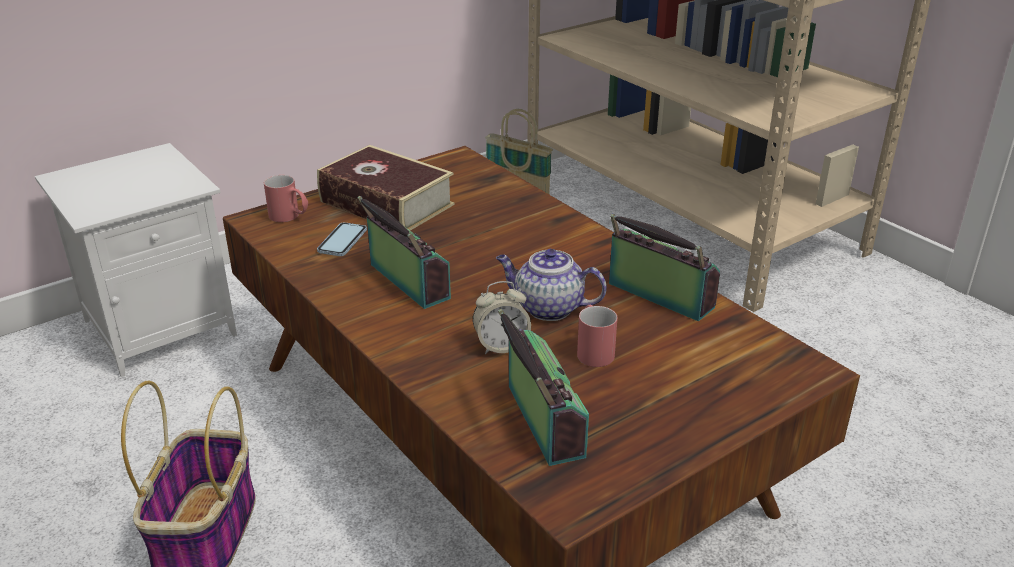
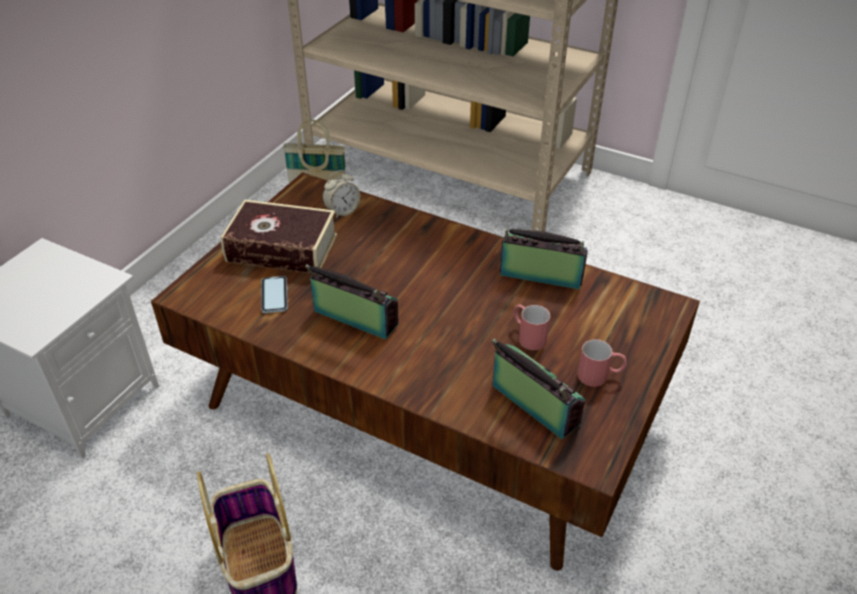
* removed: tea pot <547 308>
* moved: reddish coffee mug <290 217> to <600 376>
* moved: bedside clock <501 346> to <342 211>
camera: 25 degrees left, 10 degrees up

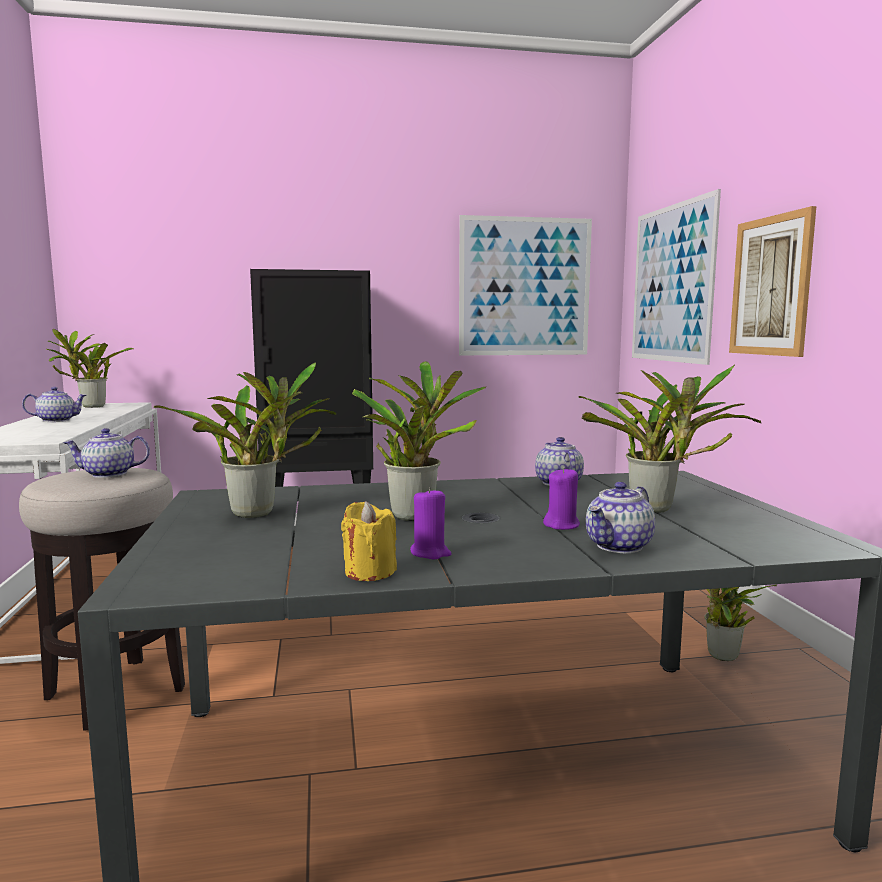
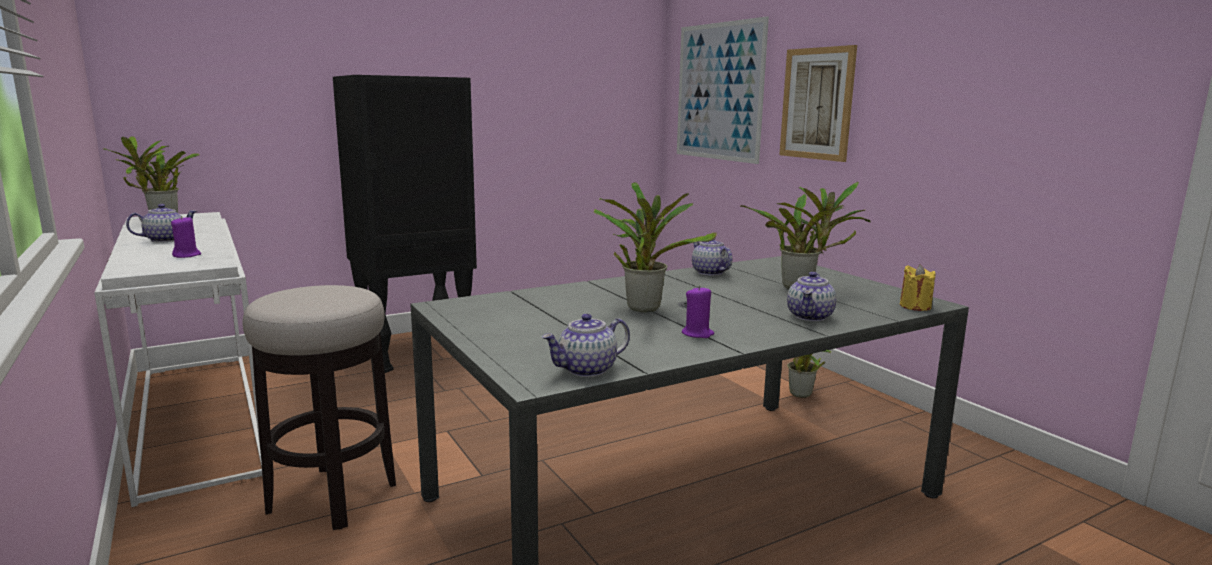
* removed: potted plant <259 513>
* removed: wall picture <525 287>
* moved: tea pot <108 474> to <587 370>
* moved: yellow candle <369 572> to <915 306>
* moved: purple candle <562 525> to <187 255>
camera: 20 degrees left, 5 degrees up

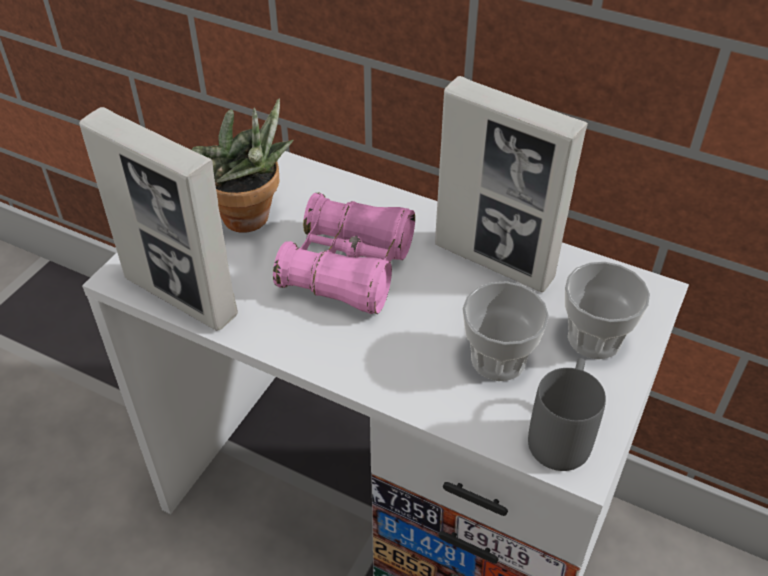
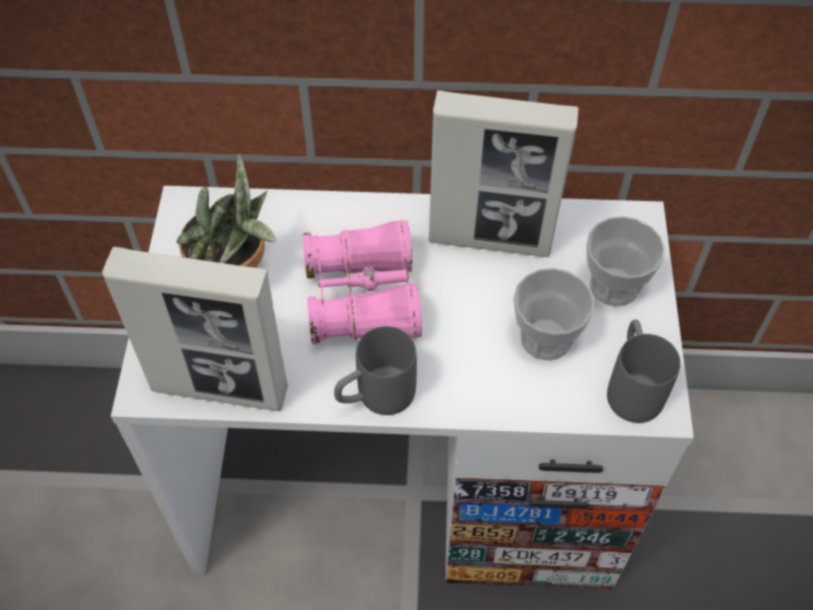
* added: gray coffee mug <375 397>
camera: 25 degrees left, 10 degrees up

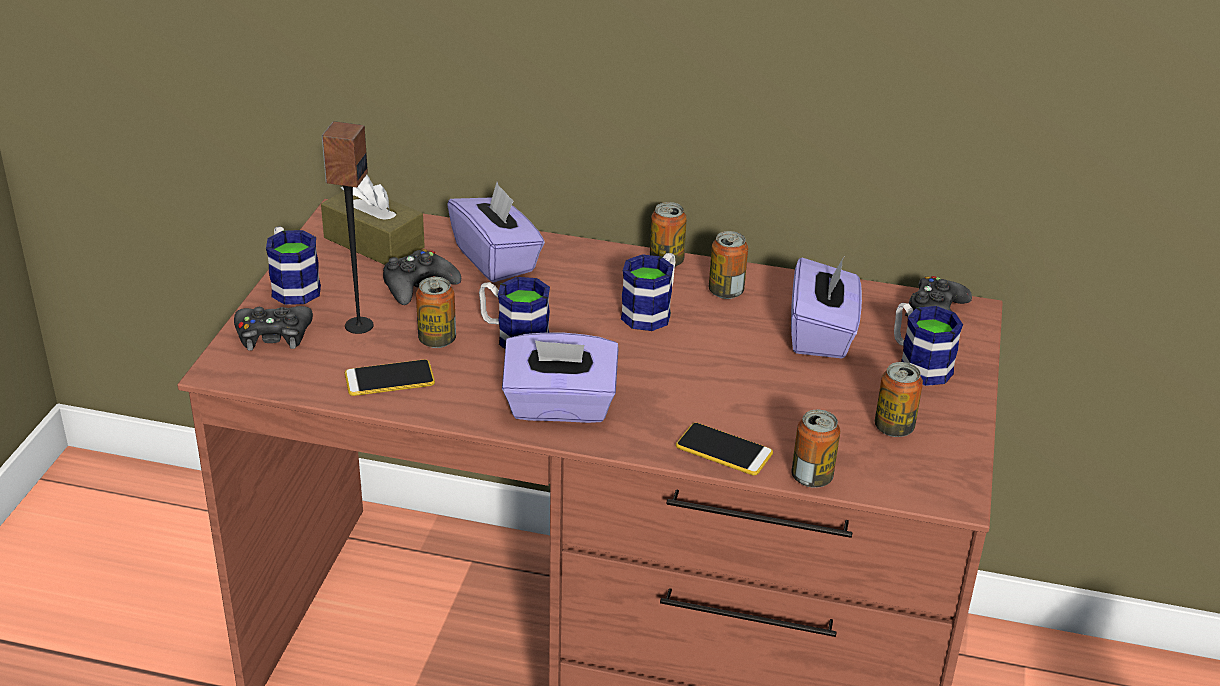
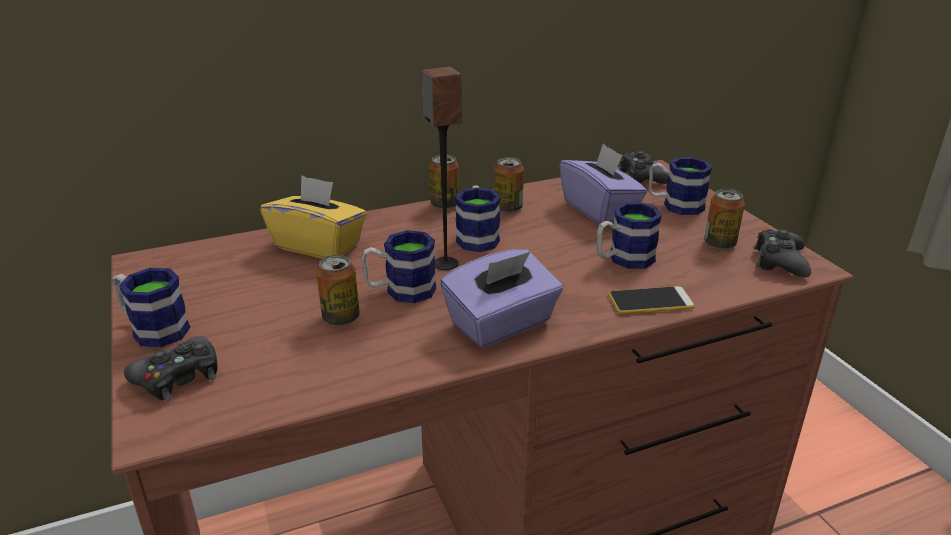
* removed: brown-coloured box of tissues <374 243>
* removed: phone <389 379>
* removed: can <812 477>
* added: coffee mug <623 259>
* moved: audio speaker <358 325> to <445 264>
* moved: black-coloured gamepad <418 286> to <779 261>
* recoloured: purple box of tissues <496 259> to yellow box of tissues <318 245>
camera: 35 degrees left, 5 degrees down

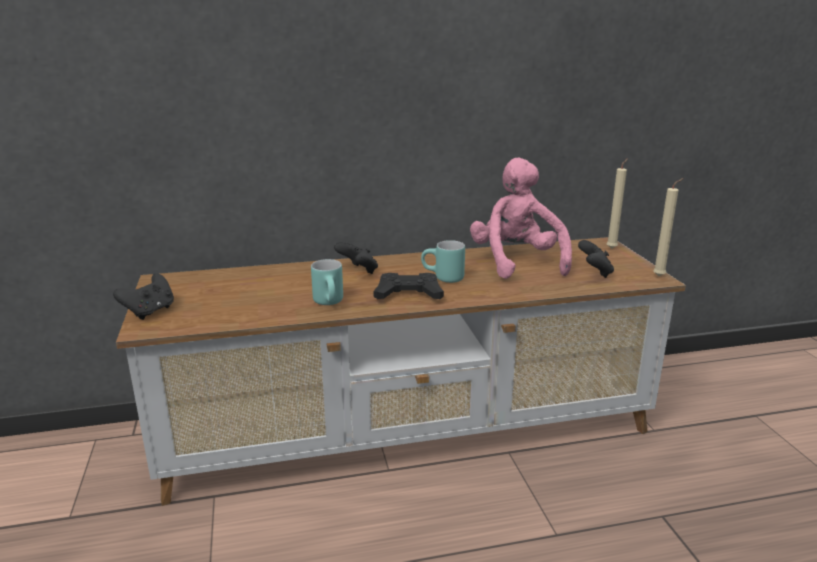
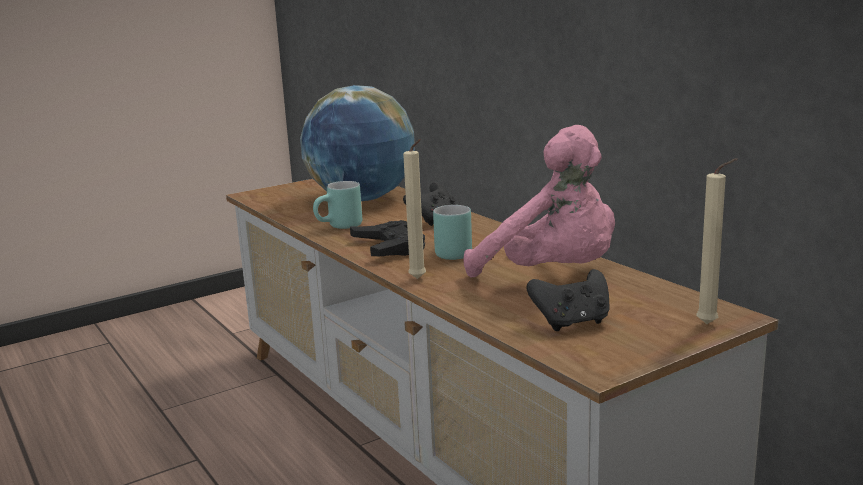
* removed: black-coloured gamepad <150 312>
* added: desk globe <362 199>
* moved: beige candle <660 276> to <419 279>
* turned: pink-coloured soft toy <516 262> = <553 276> 75 degrees clockwise
camera: 70 degrees right, 5 degrees down

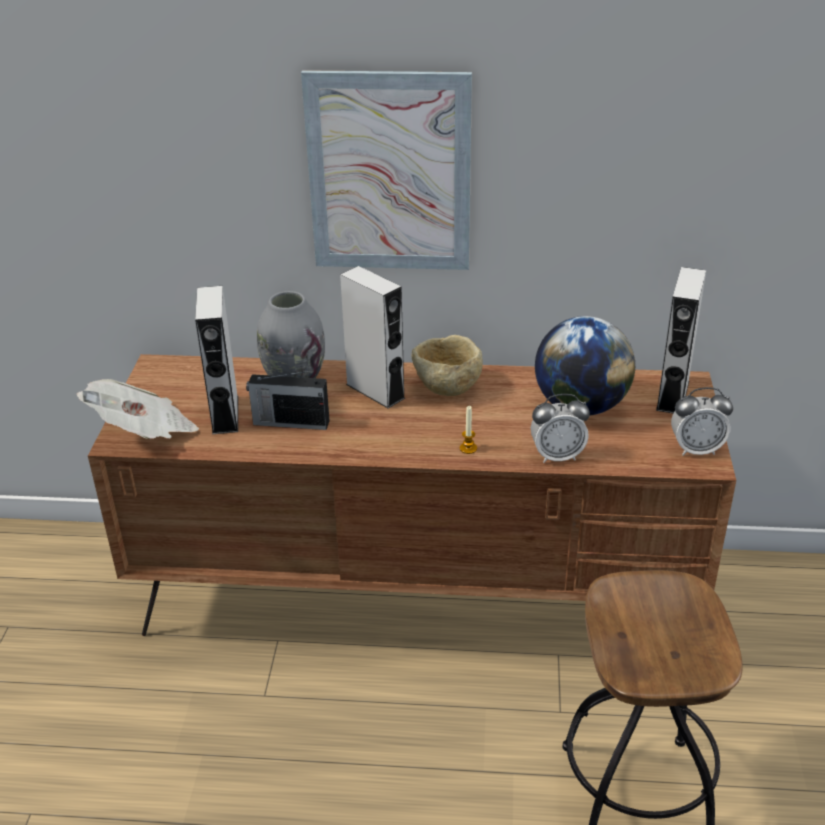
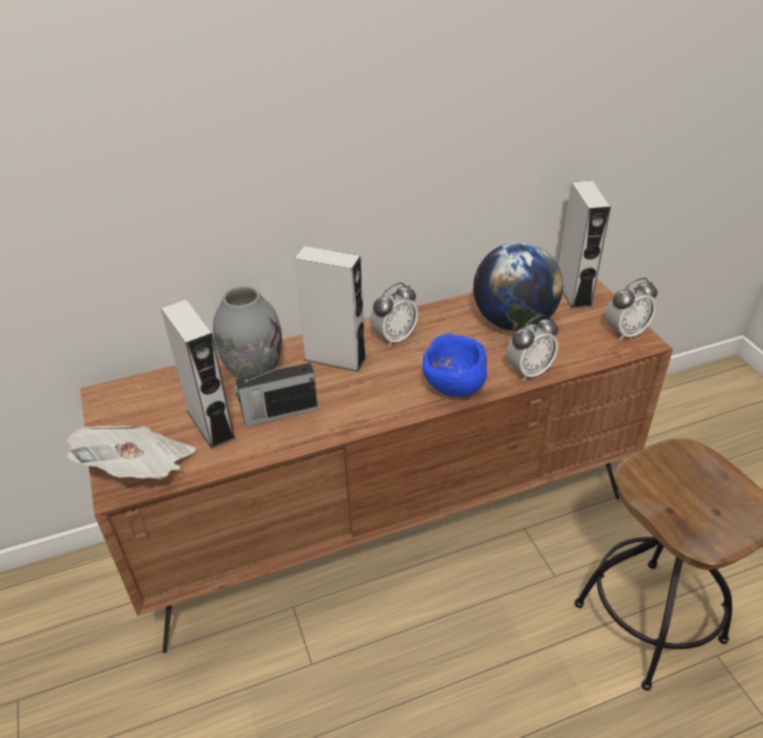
* removed: wall picture <389 173>
* replaced: beige deep dish <446 388> to bedside clock <394 337>
* replaced: candle <468 448> to blue deep dish <454 387>
camera: 25 degrees left, 5 degrees up

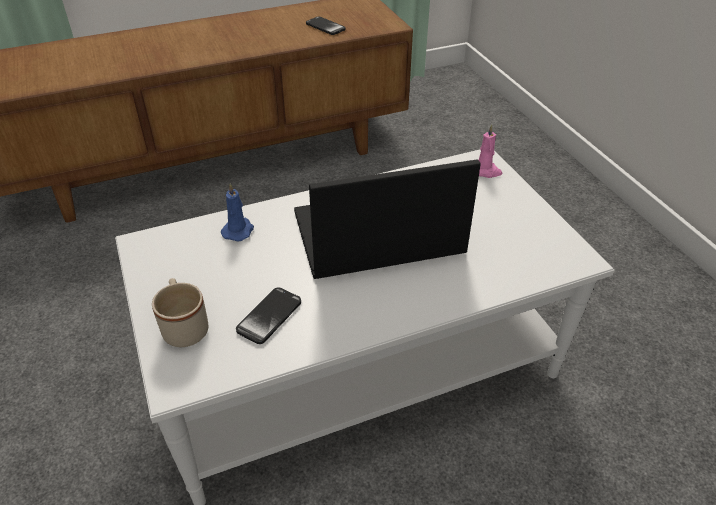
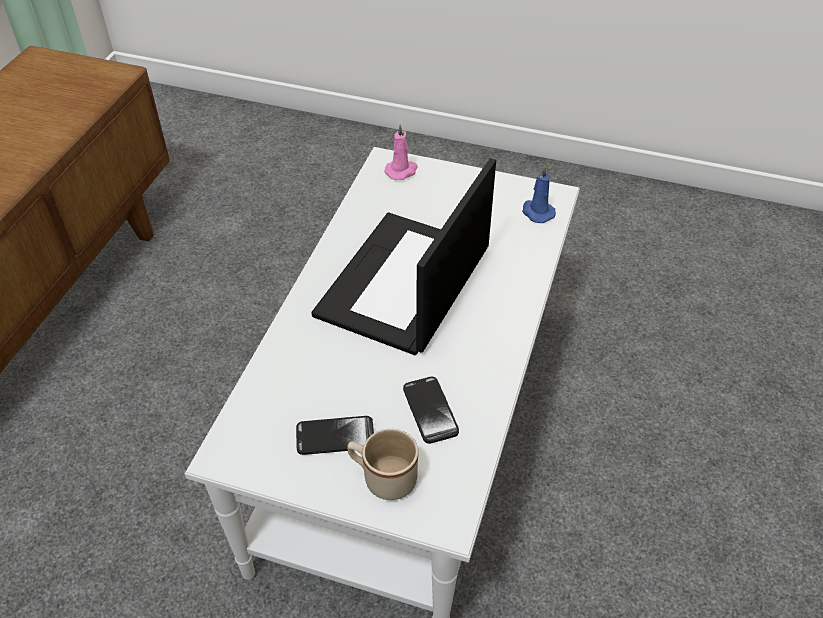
* moved: blue candle <238 230> to <537 212>
* moved: phone <325 27> to <335 436>
camera: 50 degrees left, 5 degrees up

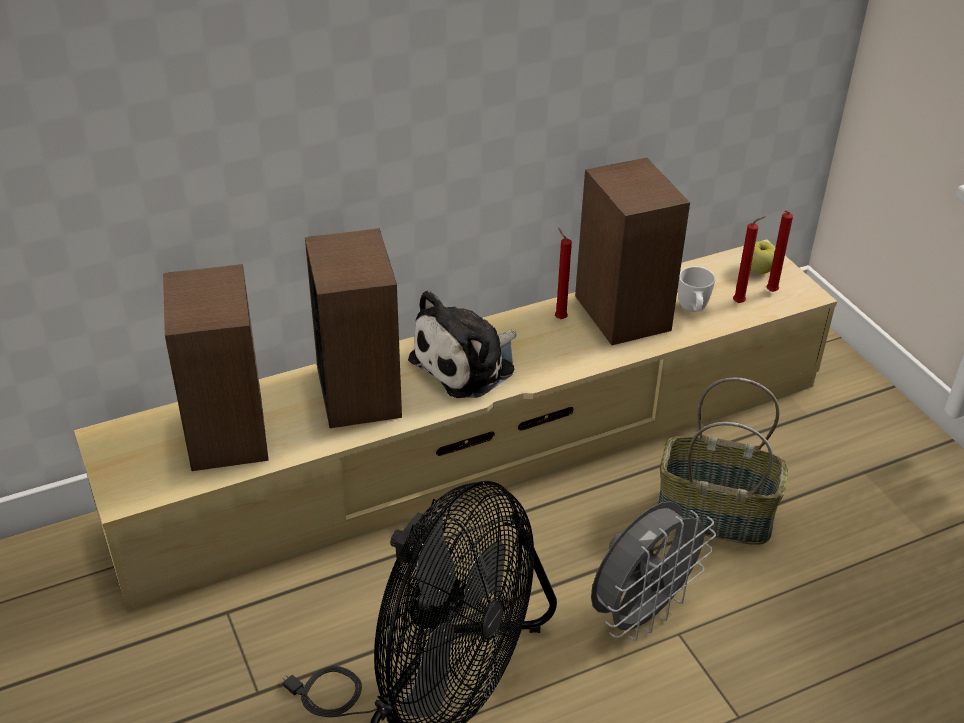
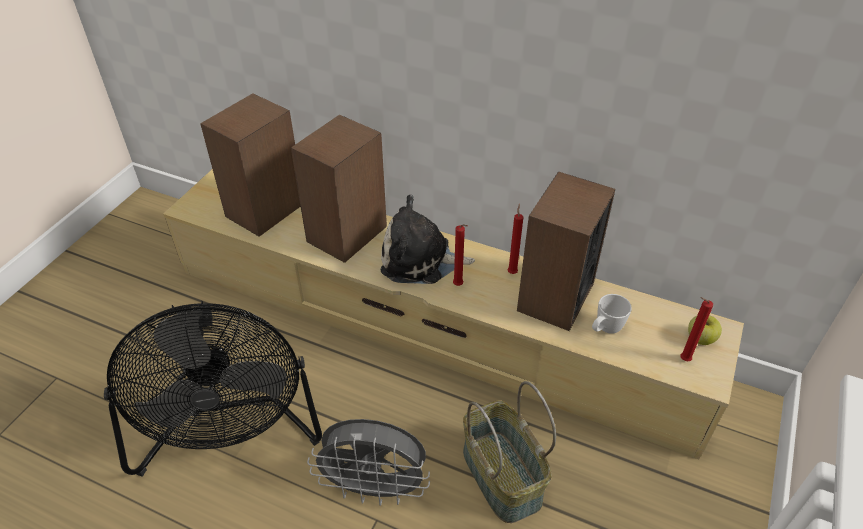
* moved: reddish candle <740 303> to <459 286>
camera: 50 degrees right, 5 degrees up

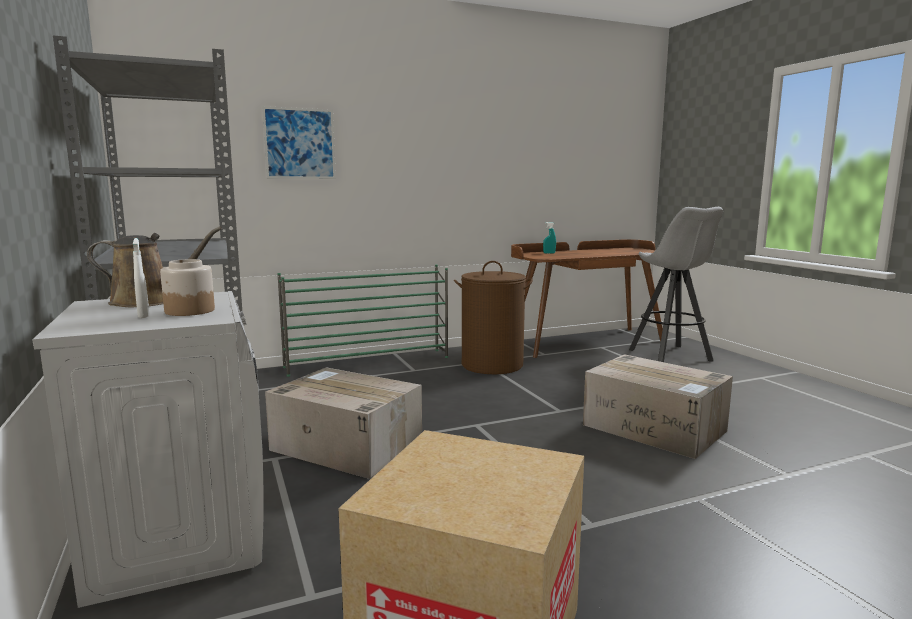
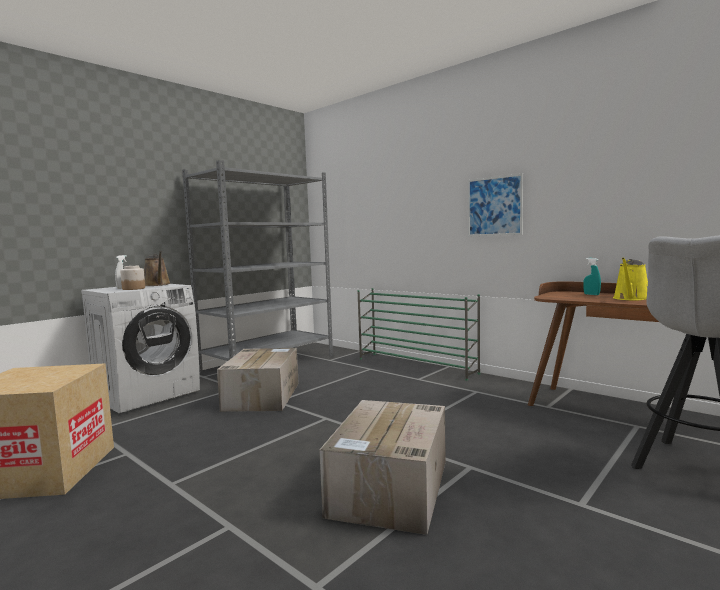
* removed: brown-coloured laundry basket <492 365>
* added: yellow watering can <631 298>
* moved: wall picture <299 143> to <494 206>
camera: 65 degrees right, 5 degrees down

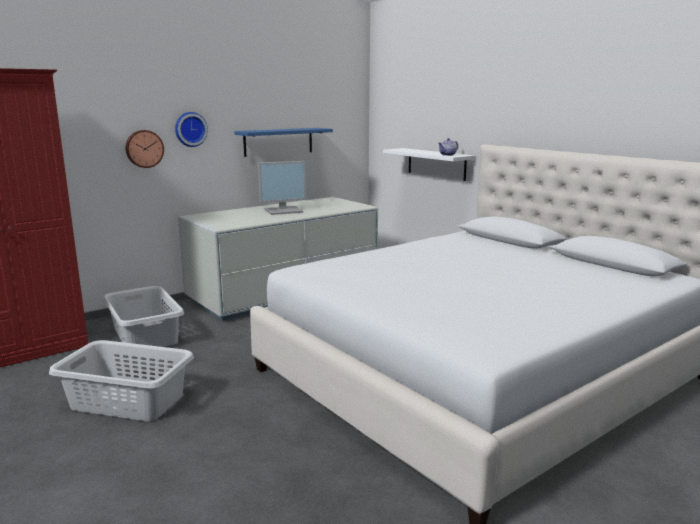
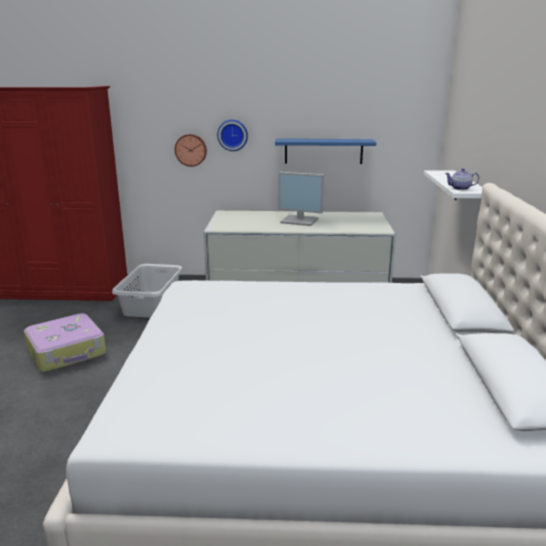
* replaced: gray laundry basket <127 401> to piece of luggage <67 352>
camera: 40 degrees right, 5 degrees up

